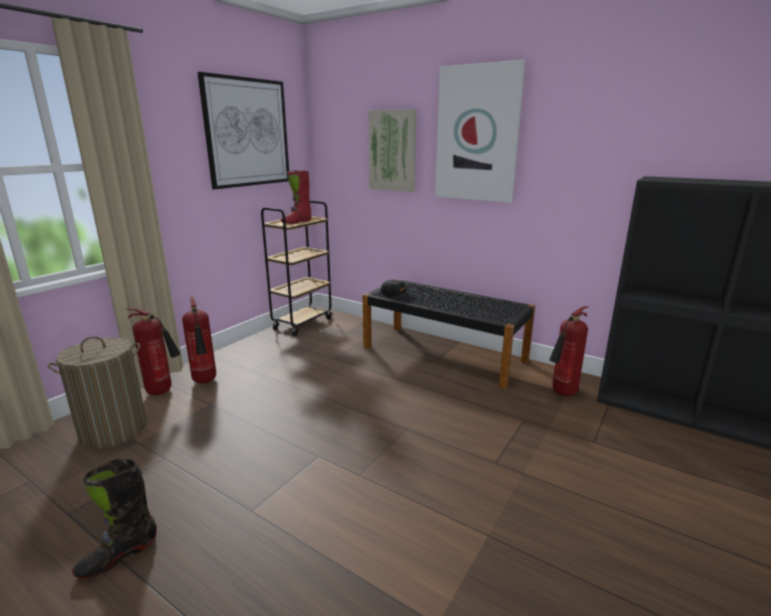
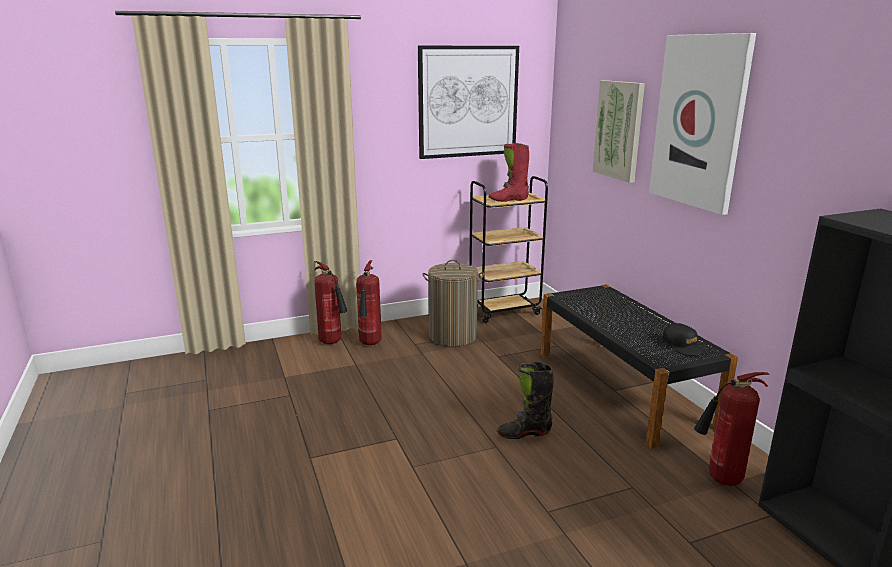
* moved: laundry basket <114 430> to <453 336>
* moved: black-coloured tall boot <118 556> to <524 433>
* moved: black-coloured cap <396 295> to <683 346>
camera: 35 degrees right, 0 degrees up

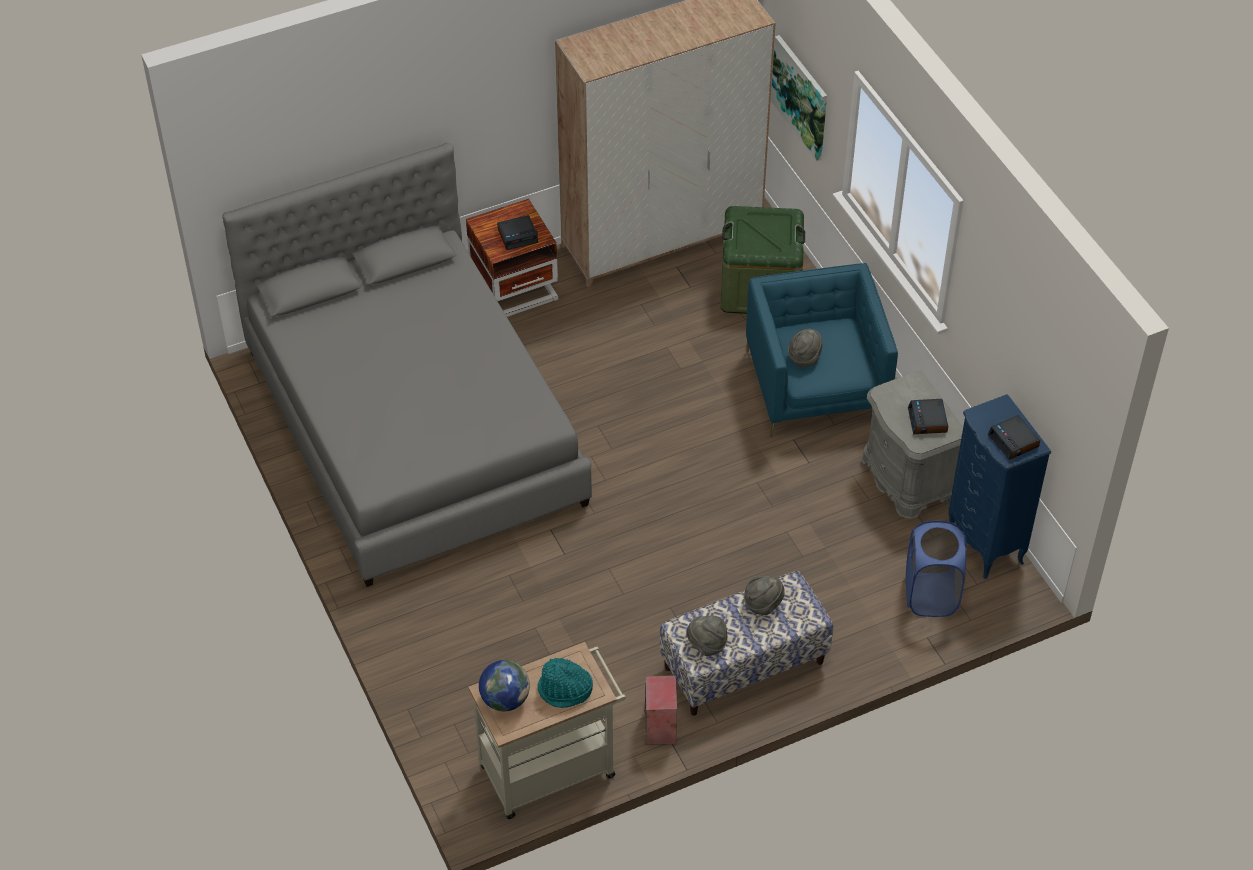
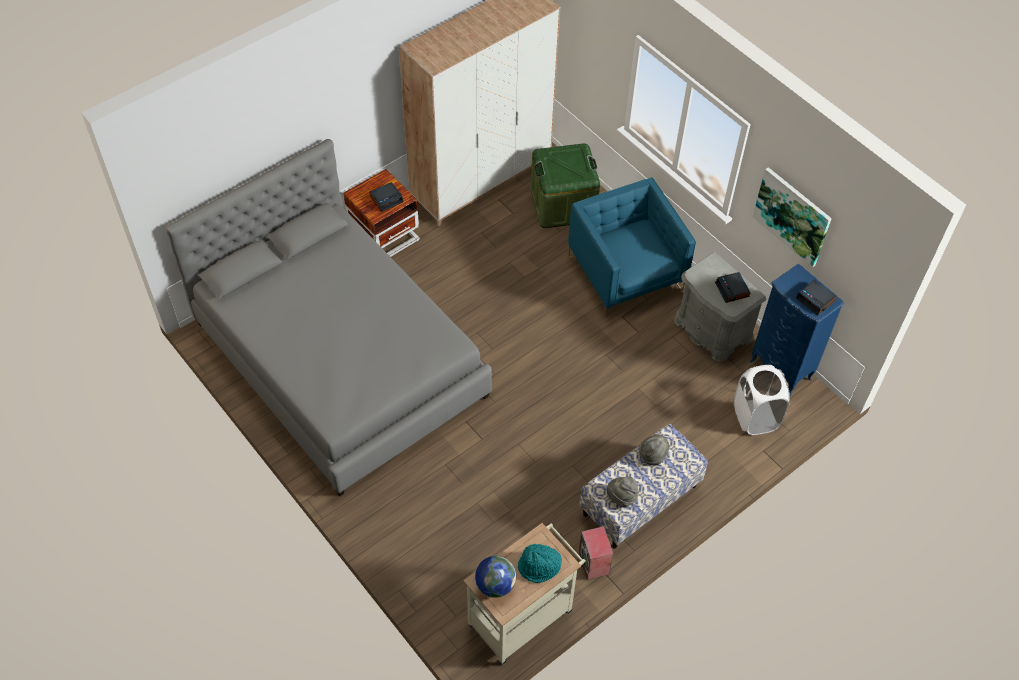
* removed: gray wearable hat <804 357>
* moved: wall picture <801 97> to <792 216>
* recoloured: blue laundry basket <931 595> to white laundry basket <755 417>
camera: 15 degrees left, 5 degrees up

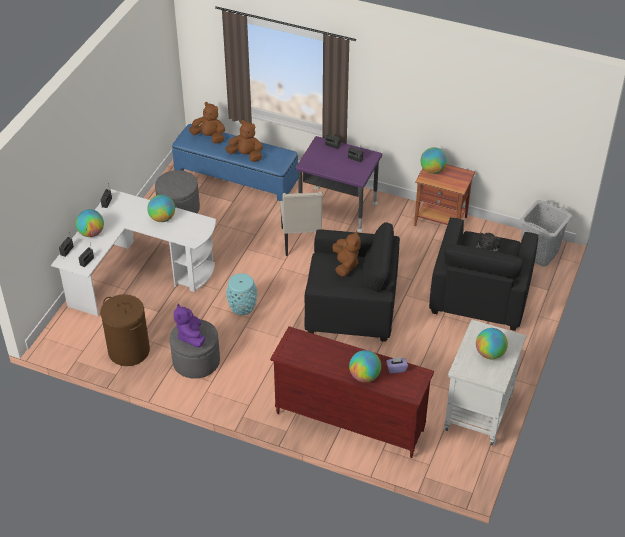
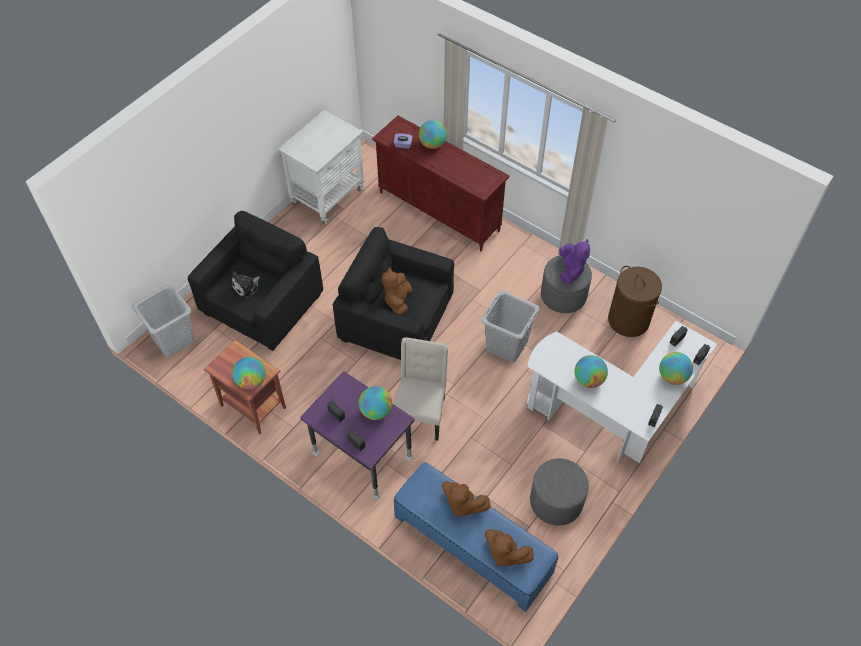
* moved: desk globe <489 353> to <376 411>
* replaced: blue-green stool <242 307> to gray laundry basket <506 344>
camera: 165 degrees left, 10 degrees up

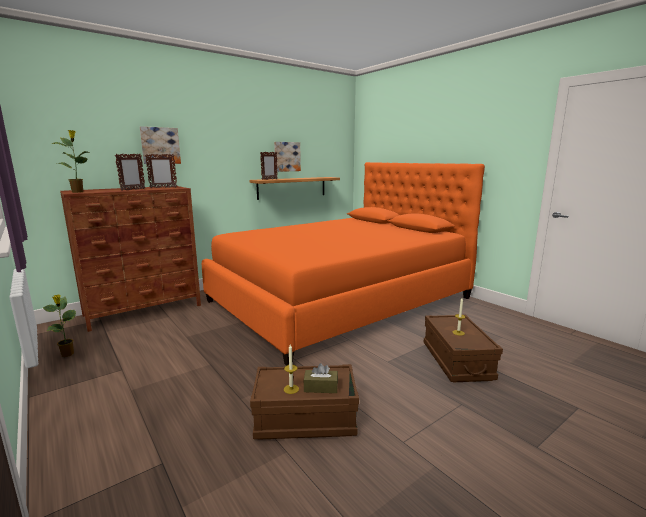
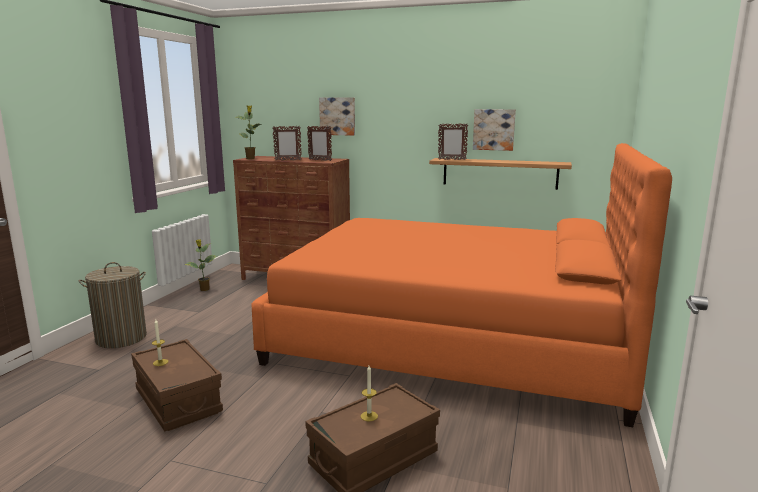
* removed: brown-coloured box of tissues <320 387>
* added: laundry basket <121 338>
camera: 55 degrees right, 0 degrees up

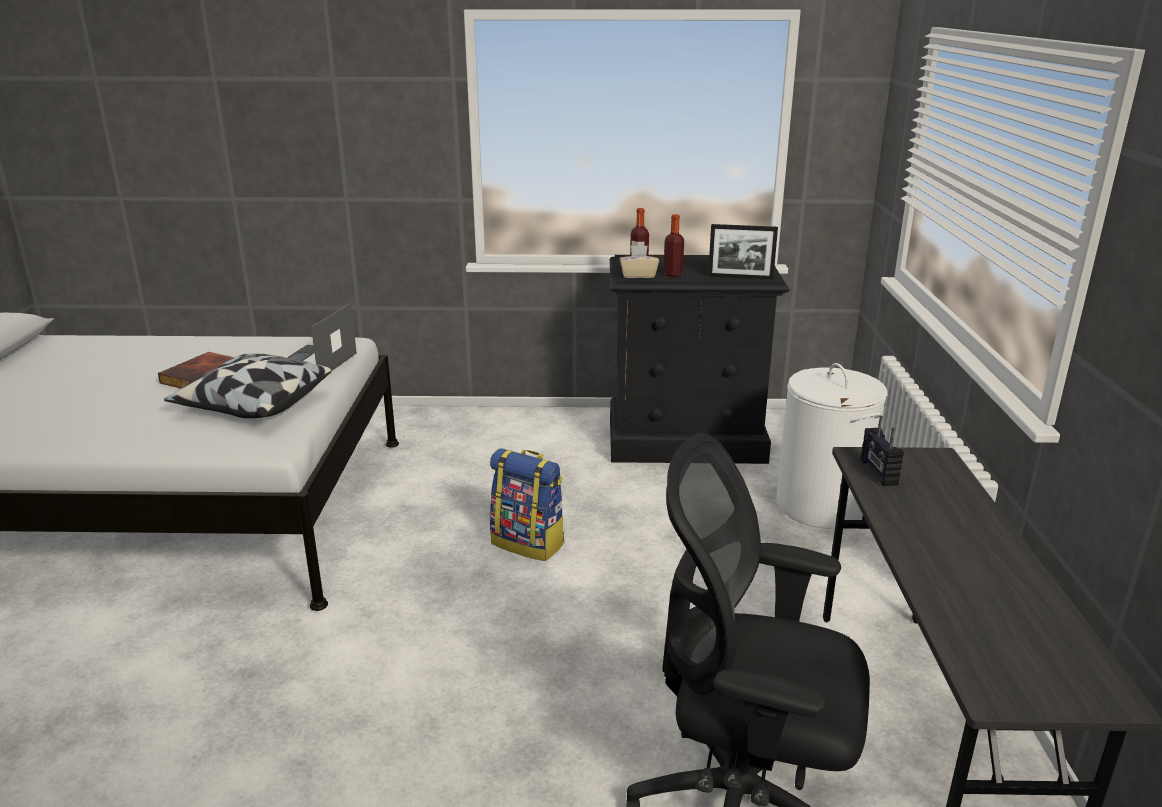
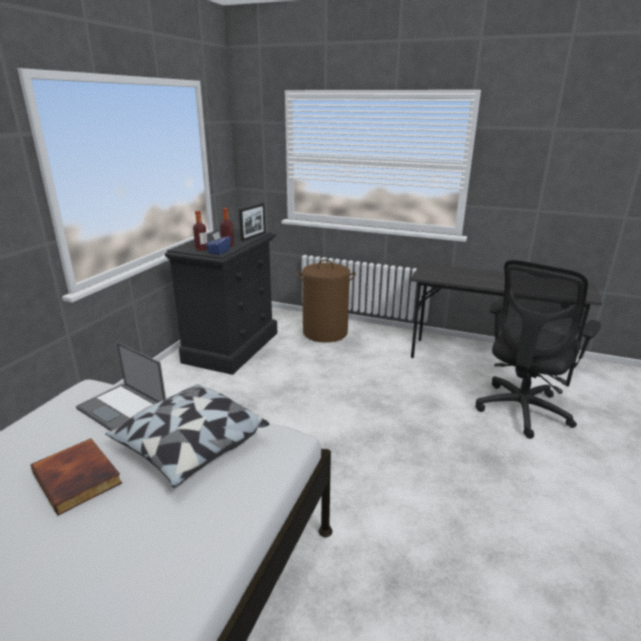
* removed: backpack <529 543>
* removed: radio receiver <878 472>
* recoloured: beige box of tissues <638 275> to blue box of tissues <219 252>
* recoloured: white laundry basket <822 505> to brown-coloured laundry basket <325 332>
camera: 70 degrees left, 0 degrees up

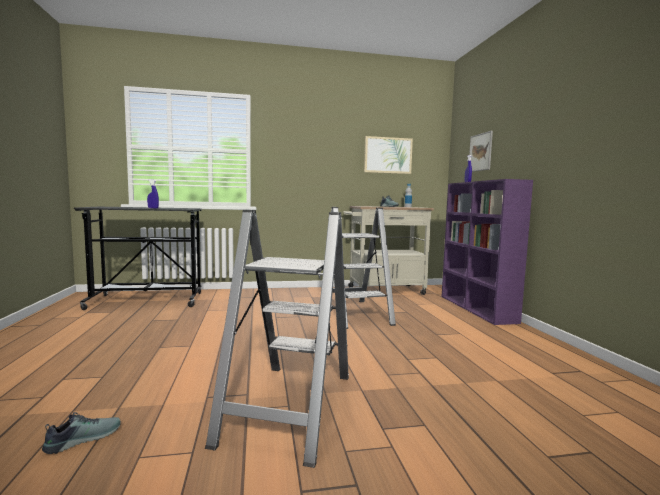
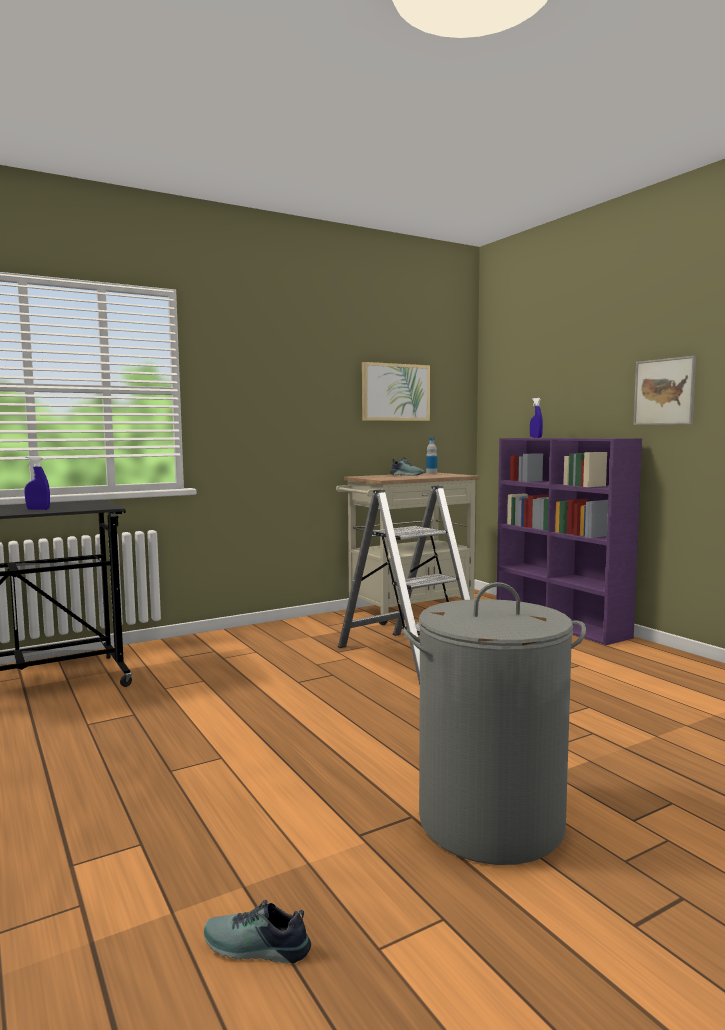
* moved: wall picture <480 152> to <664 392>
* replaced: gray stepladder <288 408> to gray laundry basket <490 822>
* turned: shoe <83 438> = <255 948> 105 degrees counterclockwise
camera: 20 degrees left, 0 degrees up

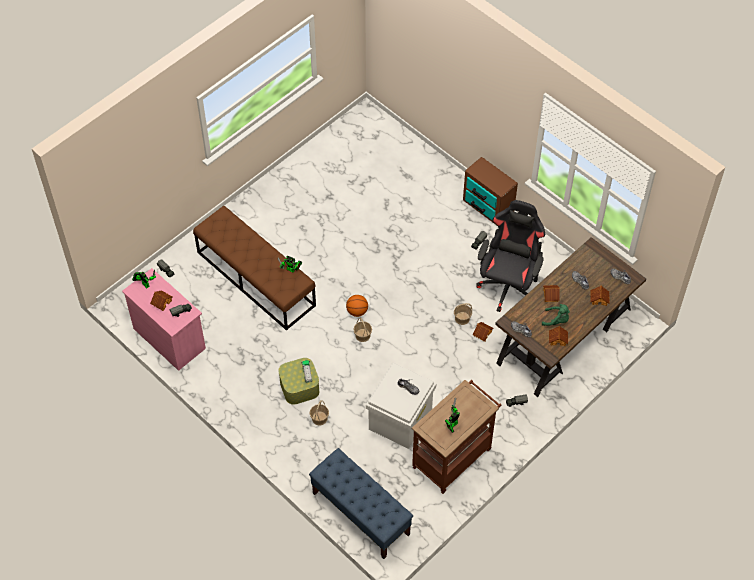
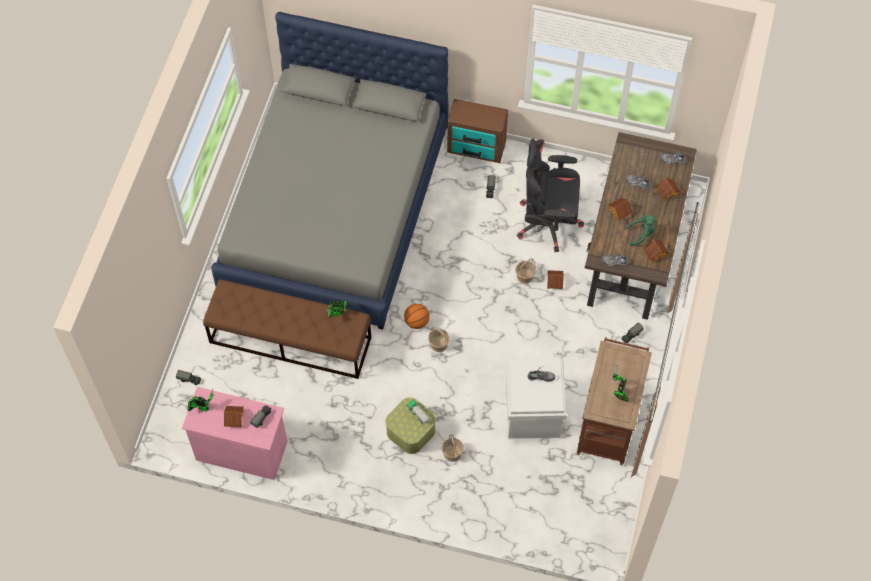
* removed: blue indoor bench <360 513>
* added: gray bedroom bed <335 208>
* turned: black-coloured desk chair <507 288> = <548 222> 75 degrees counterclockwise
camera: 30 degrees left, 5 degrees up

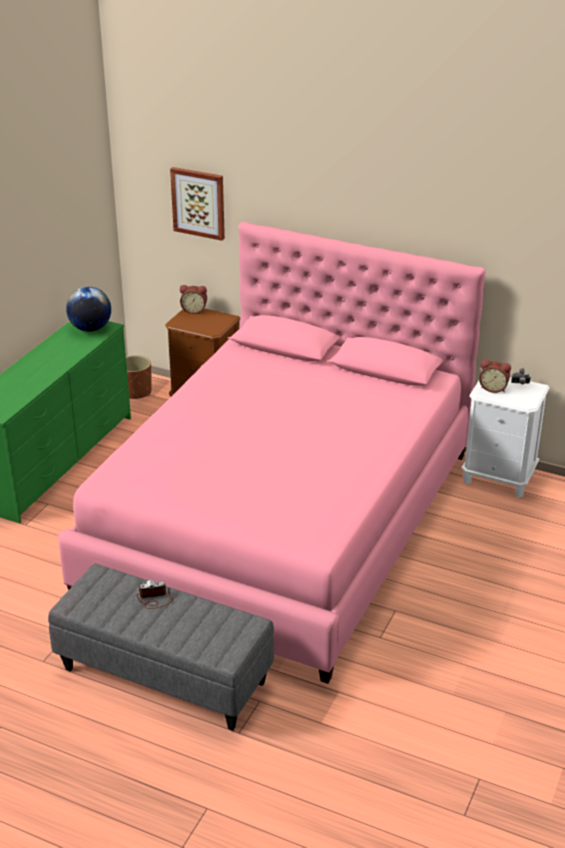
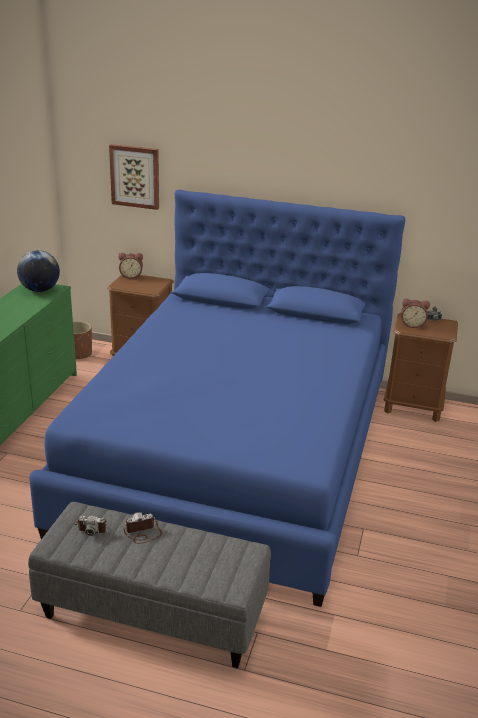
* added: still camera <93 526>
* recoloured: pink-coloured bedroom bed <283 520> to blue bedroom bed <236 453>
* recoloured: white bedside table <498 478> to brown-coloured bedside table <413 407>
camera: 10 degrees left, 5 degrees down

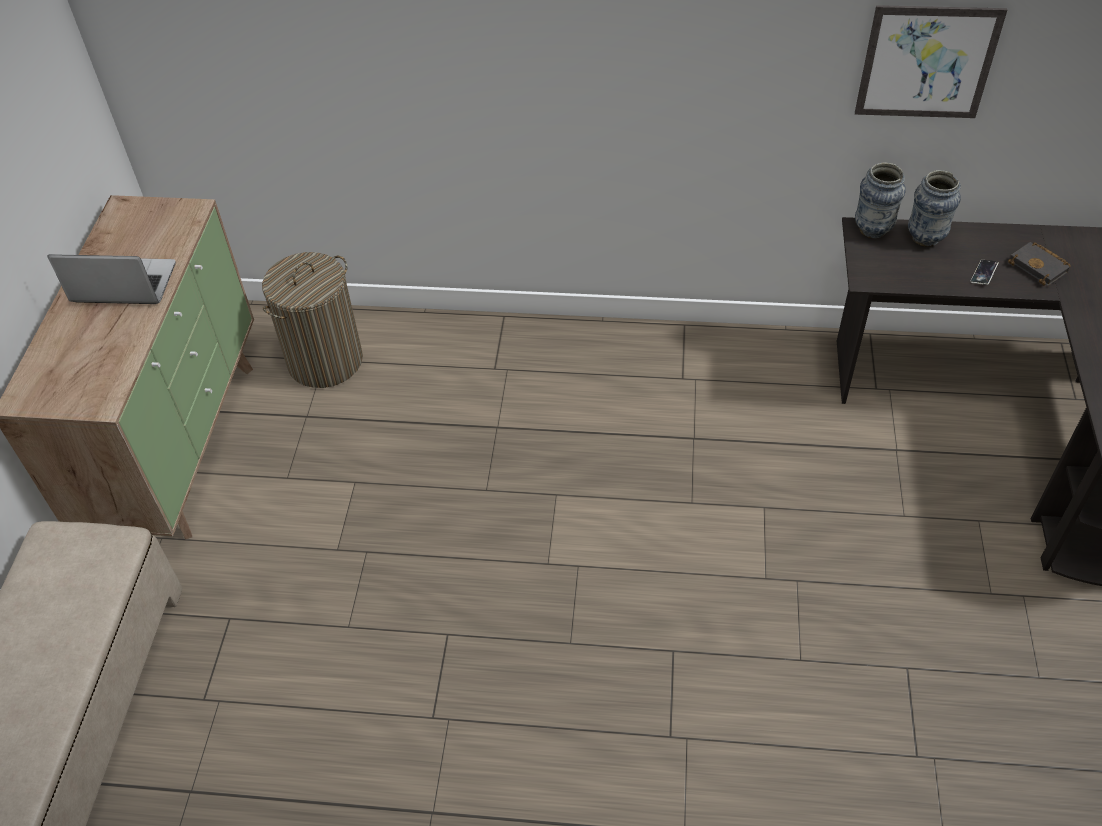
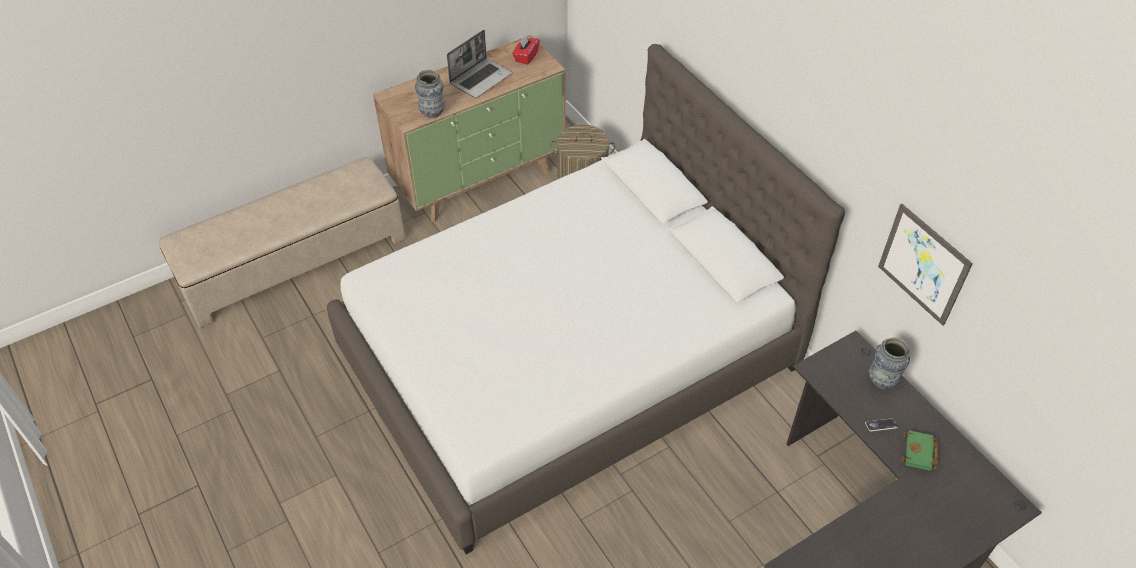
* added: white bedroom bed <569 359>
* added: reddish box of tissues <526 57>
* moved: decorative vase <872 230> to <432 113>
* recoloured: black-coloured bound book <1040 267> to green bound book <920 453>
* turned: laptop <122 285> = <481 78> 75 degrees clockwise
camera: 50 degrees right, 0 degrees up

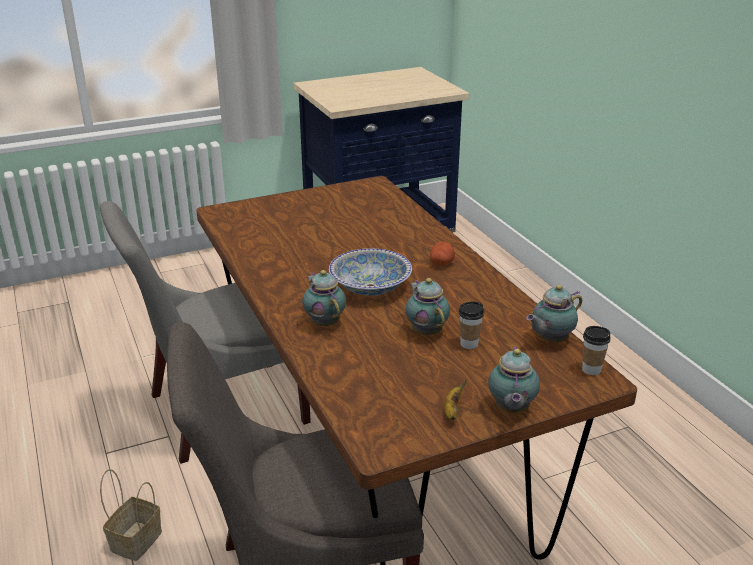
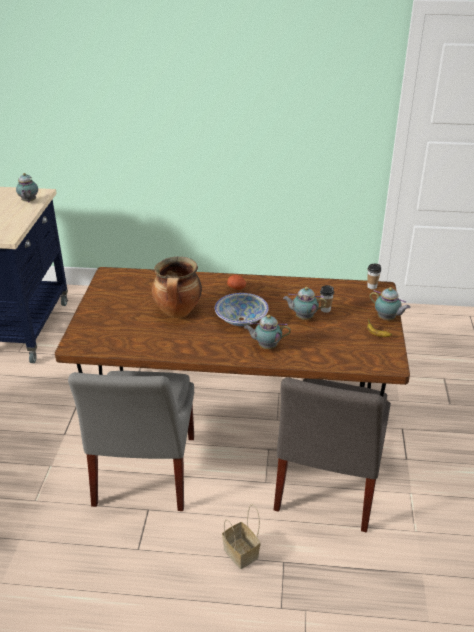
* added: cooking pot <178 312>
* moved: tea pot <550 340> to <28 201>
camera: 60 degrees left, 5 degrees up

